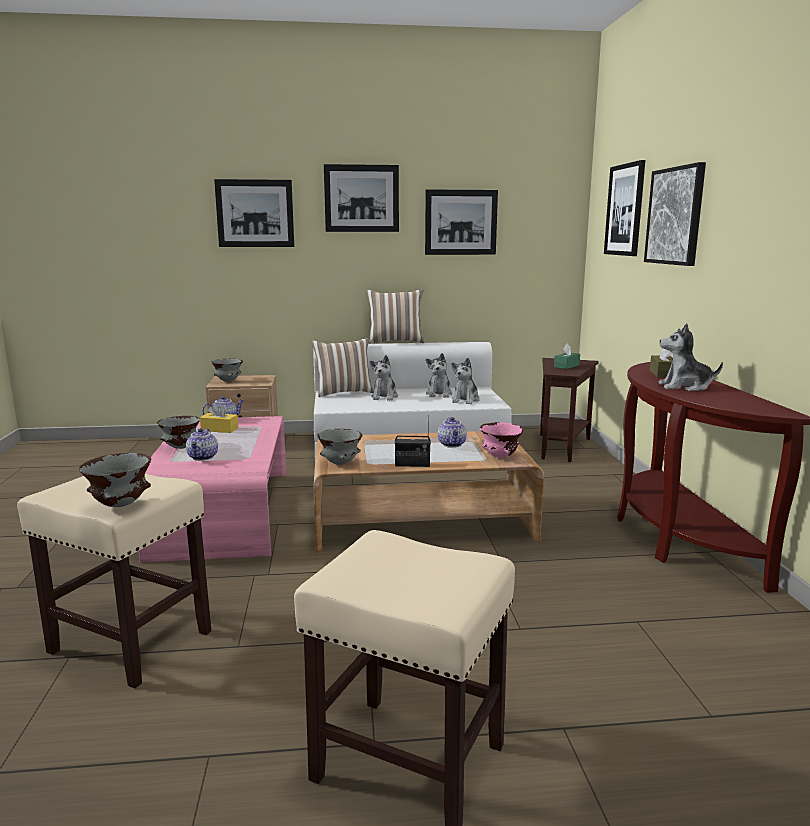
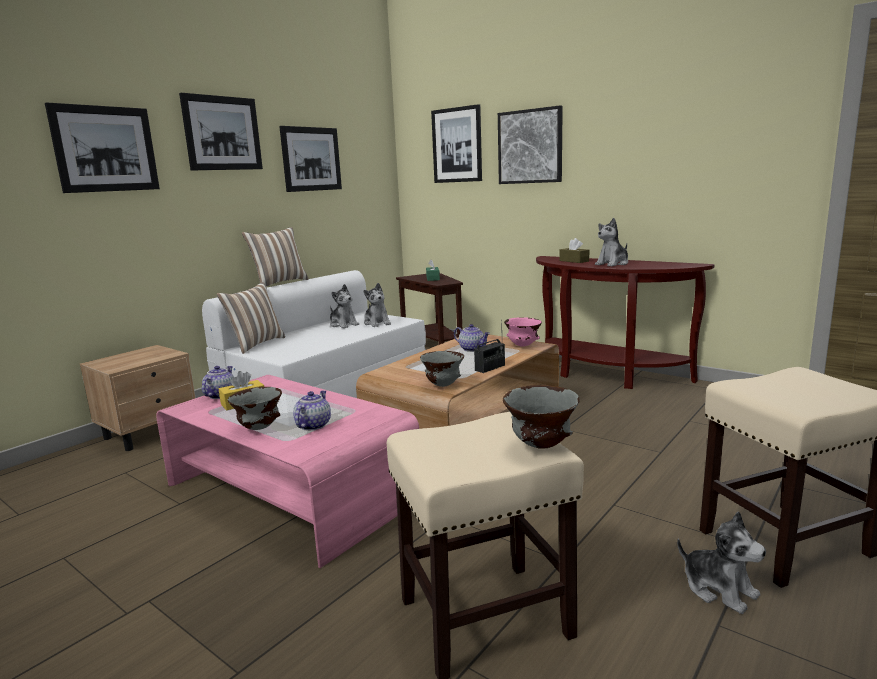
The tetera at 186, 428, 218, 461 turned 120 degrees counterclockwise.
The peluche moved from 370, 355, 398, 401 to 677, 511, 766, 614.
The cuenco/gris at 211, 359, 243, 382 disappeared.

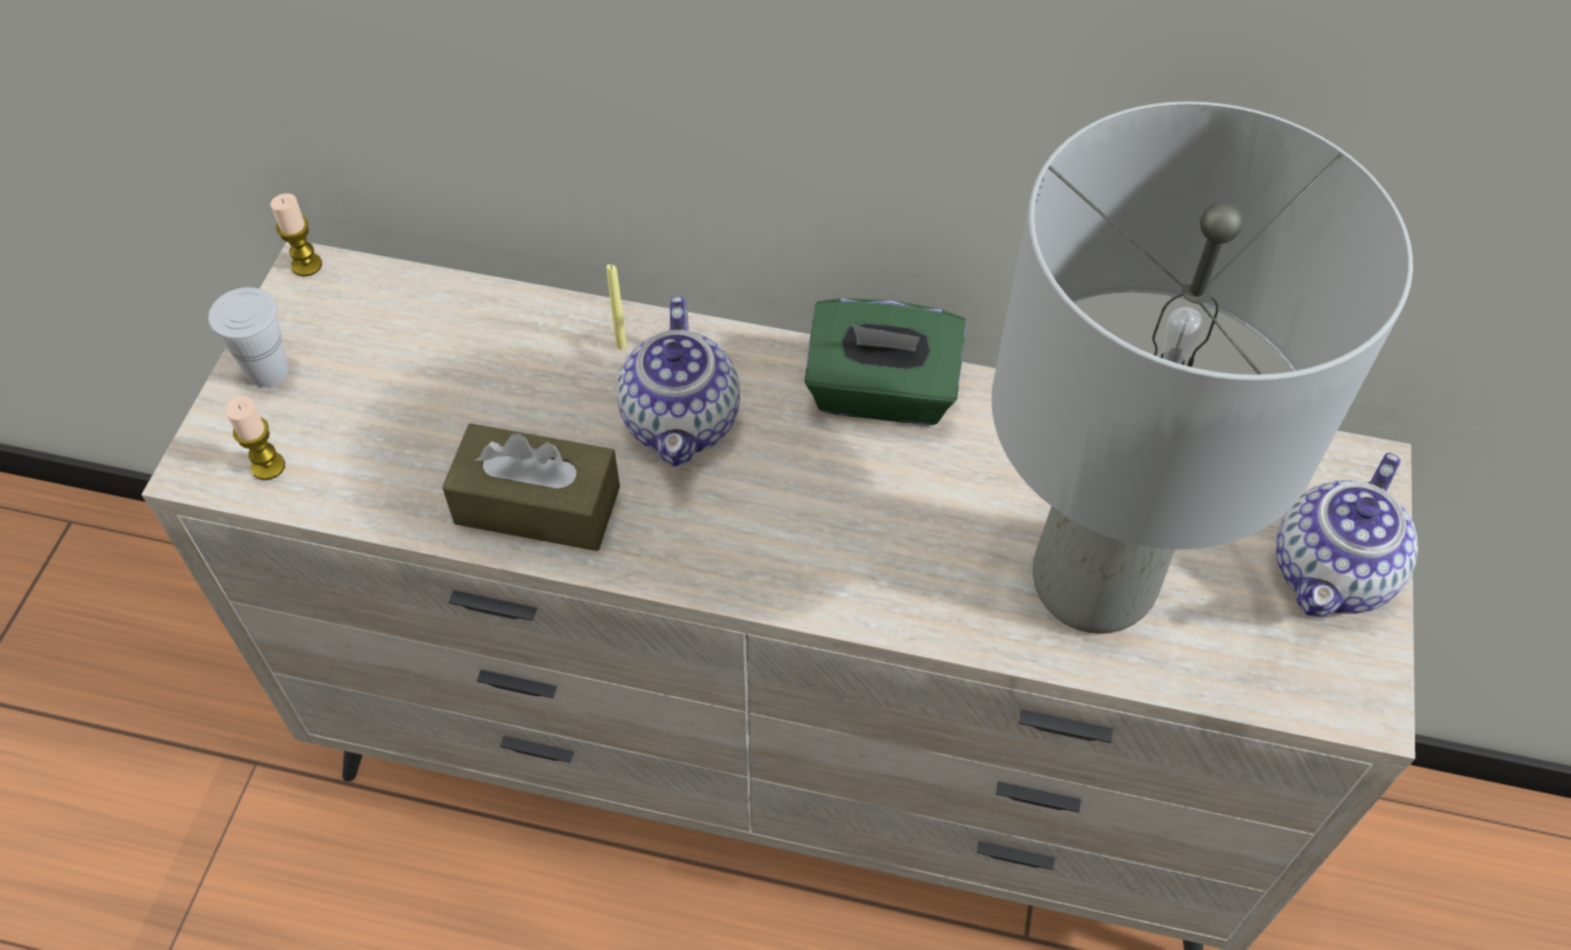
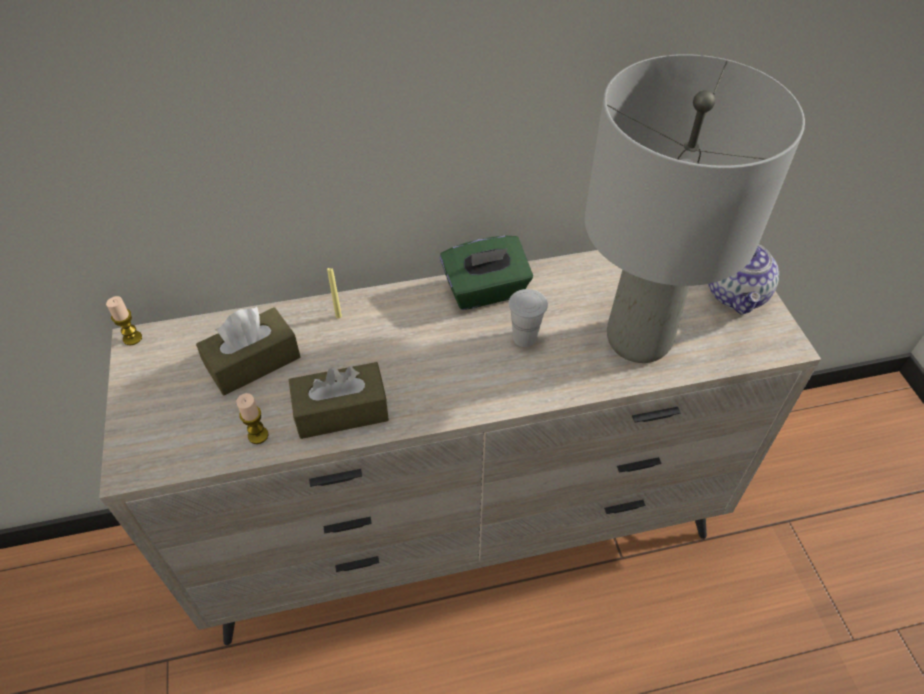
The caja de pañuelos/marrón at 196, 307, 301, 396 appeared.
The vela moved from 226, 395, 285, 480 to 237, 393, 268, 444.
The taza/blanco moved from 208, 287, 289, 387 to 509, 289, 548, 347.
The tetera at 617, 297, 740, 467 disappeared.

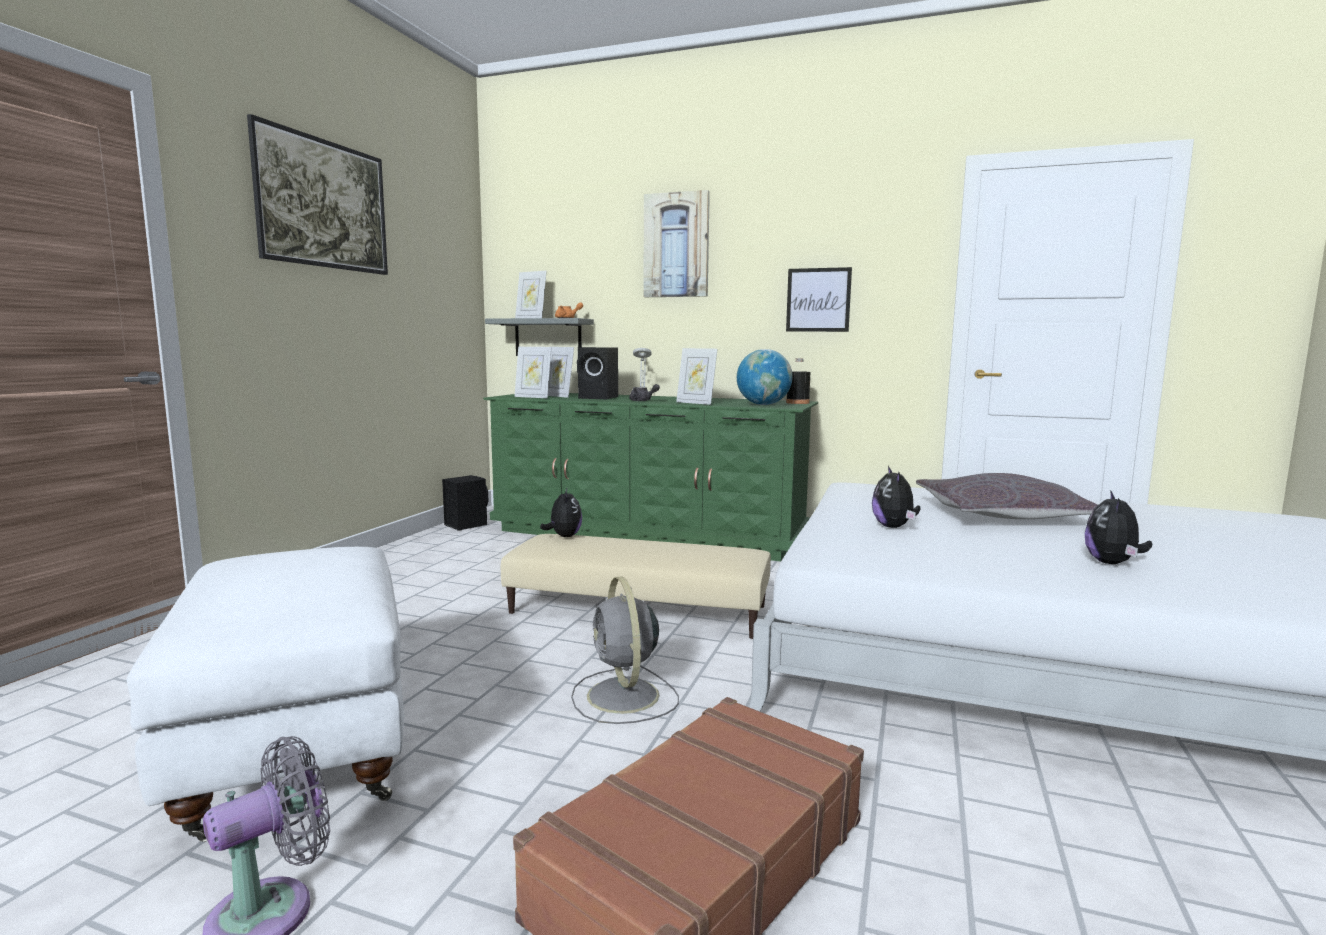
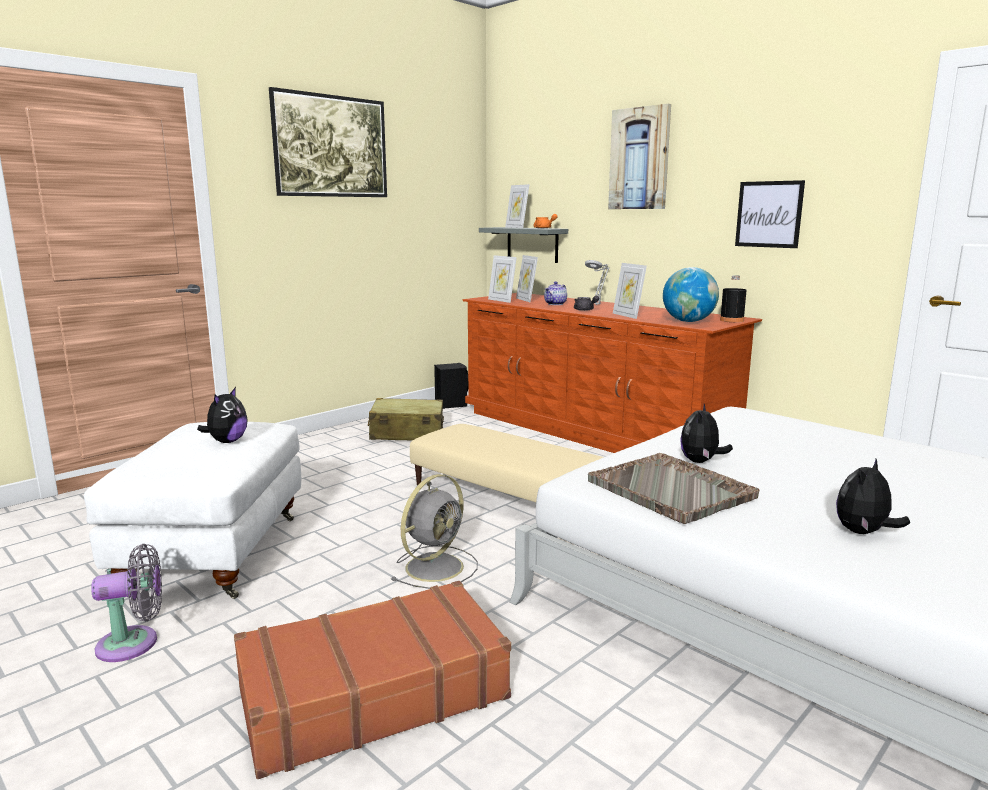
The peluche moved from 540, 488, 582, 537 to 197, 387, 248, 443.
The maleta/beis at 368, 398, 444, 440 appeared.
The ventilador/gris at 571, 576, 679, 724 turned 150 degrees counterclockwise.
The cómoda/verde at 483, 393, 818, 562 became the cómoda/marrón at 463, 293, 762, 453.
The altavoz/negro at 577, 347, 618, 399 was replaced by the tetera at 544, 281, 567, 305.
The bandeja/gris at 588, 453, 759, 524 appeared.
The cojín/gris at 916, 473, 1098, 519 disappeared.

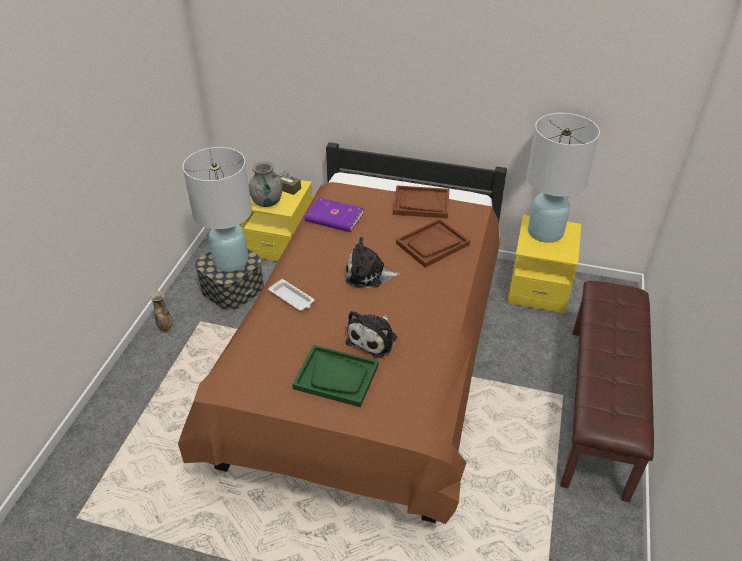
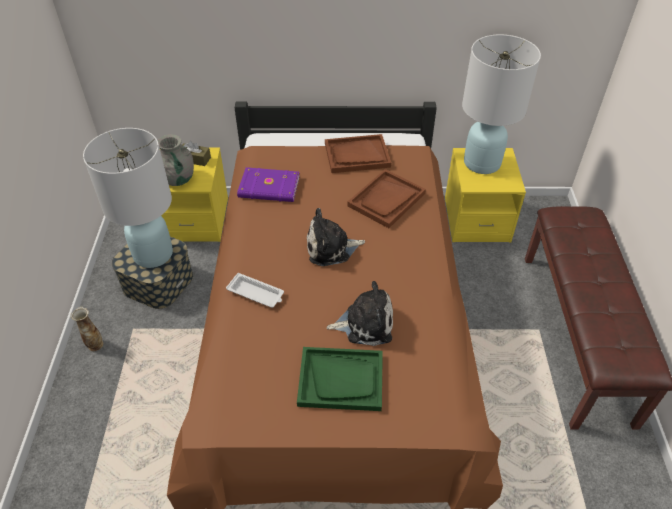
The peluche at 346, 311, 397, 358 turned 105 degrees counterclockwise.

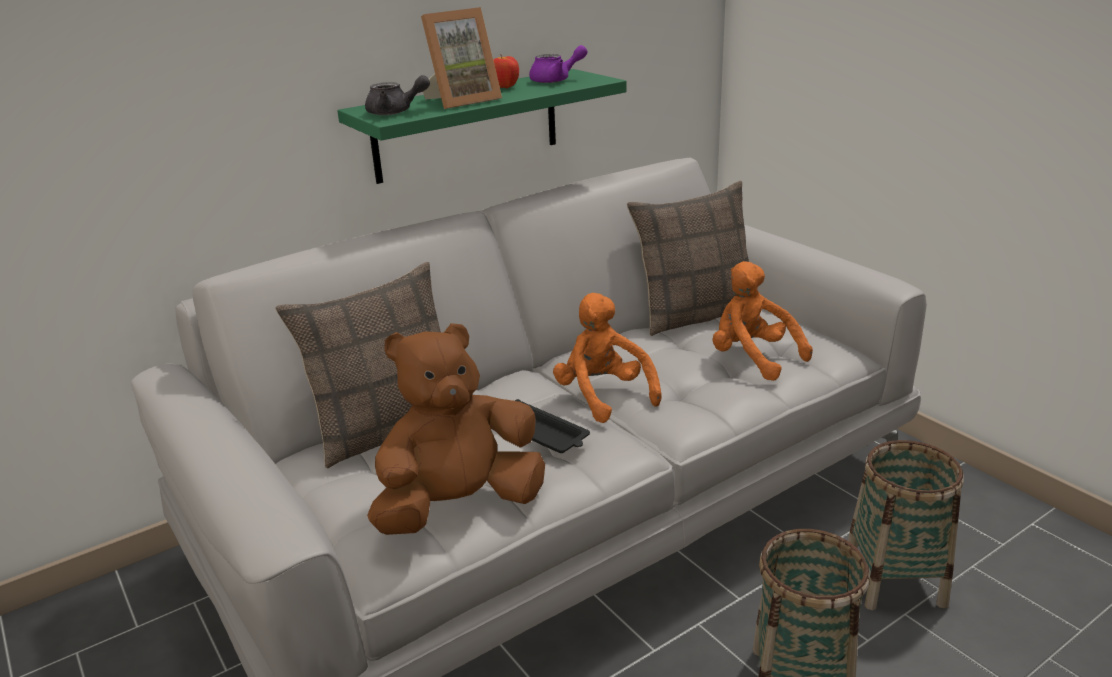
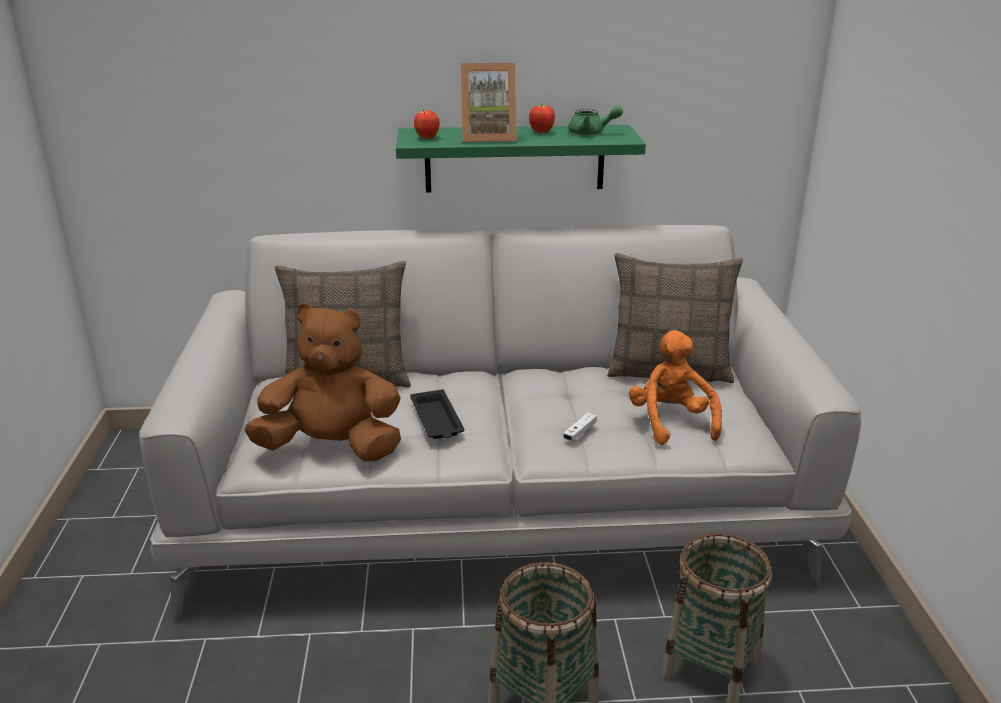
The tetera/gris at 365, 75, 430, 115 was replaced by the manzana at 414, 110, 440, 139.
The mando de consola/blanco at 563, 413, 597, 441 appeared.
The tetera/morado at 529, 45, 588, 83 became the tetera/verde at 568, 106, 623, 135.
The peluche/naranja at 553, 293, 662, 423 disappeared.

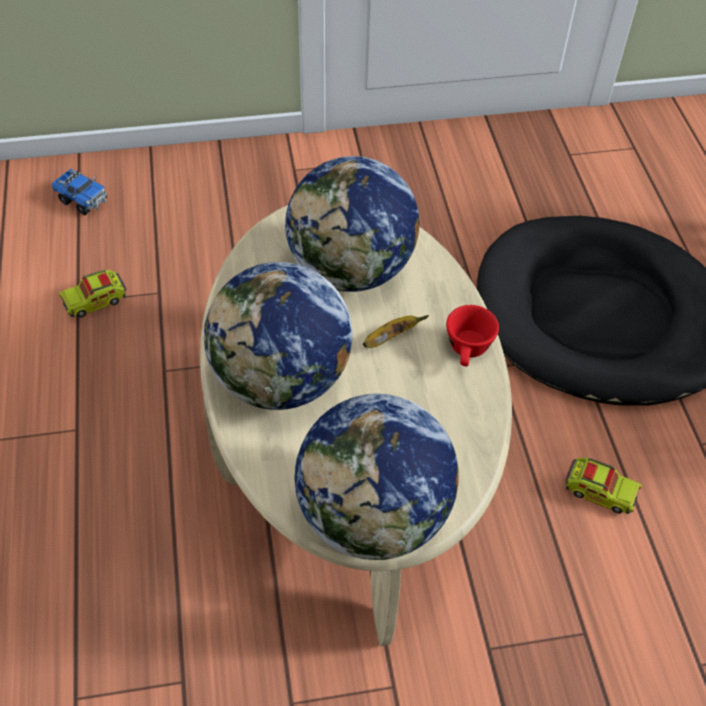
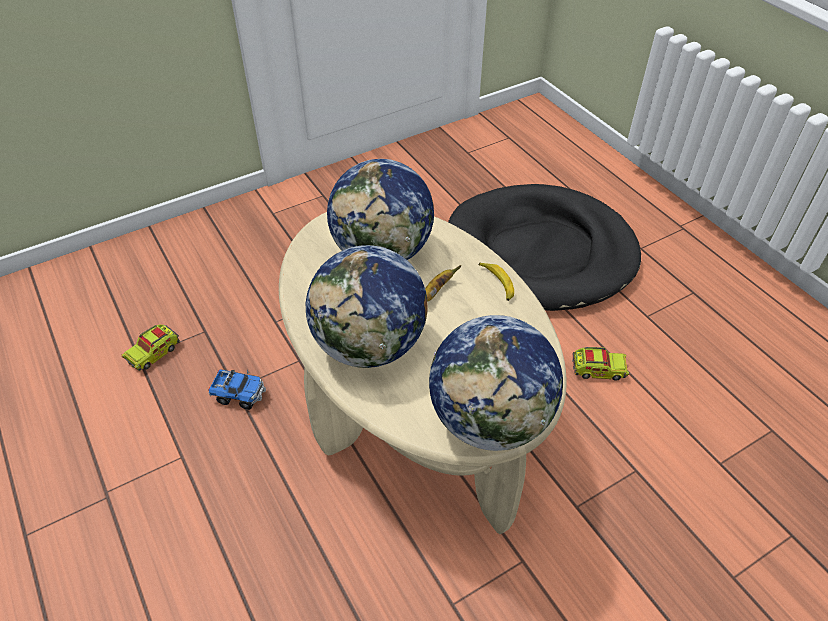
The camión de juguete moved from 52, 169, 107, 215 to 208, 369, 266, 410.
The taza/rojo at 446, 305, 499, 367 was replaced by the plátano at 479, 263, 514, 301.

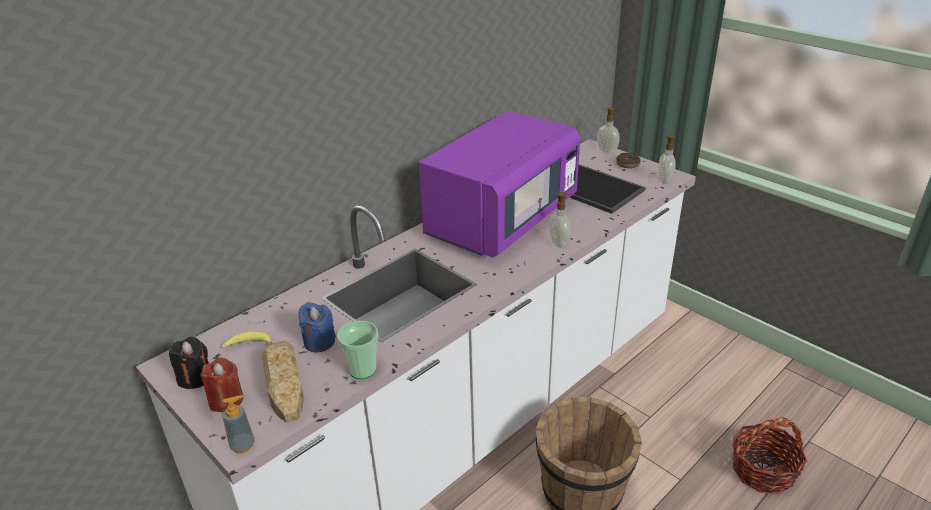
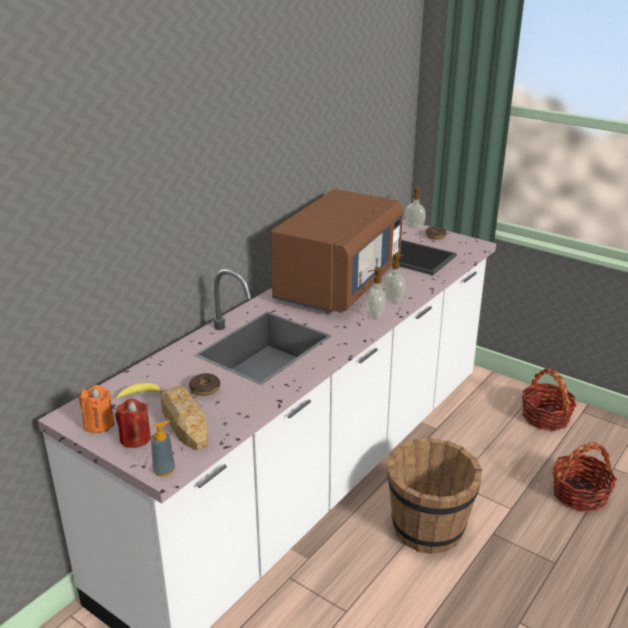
The vela/negro at 169, 337, 209, 389 became the vela/naranja at 79, 385, 114, 433.
The vela/azul at 299, 302, 336, 353 was replaced by the rosquilla at 189, 373, 220, 396.
The microondas/morado at 418, 111, 581, 258 became the microondas/marrón at 270, 189, 403, 313.
The dispensador de jabón moved from 658, 134, 676, 184 to 368, 267, 385, 319.
The cesta at 522, 368, 576, 431 appeared.
The taza at 337, 321, 378, 379 disappeared.

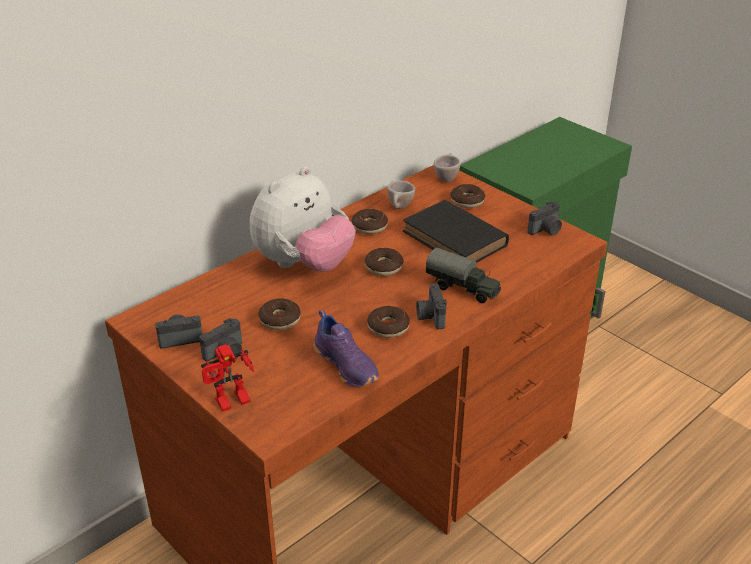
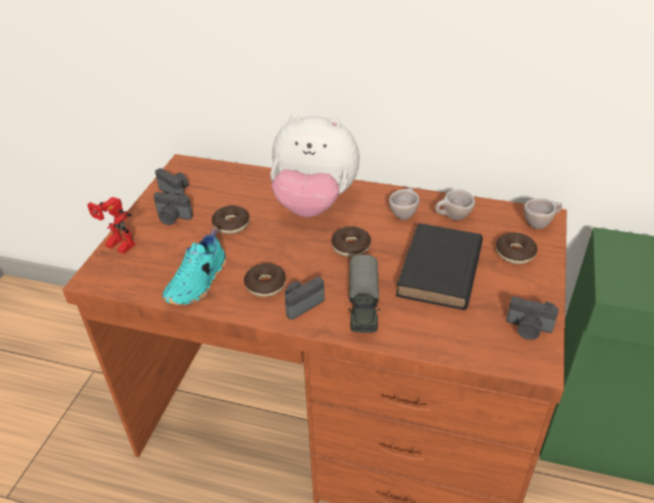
The zapato/morado at 313, 310, 379, 388 became the zapato/turquesa at 163, 229, 226, 305.
The rosquilla at 351, 209, 388, 234 was replaced by the taza/beis at 389, 187, 419, 220.

